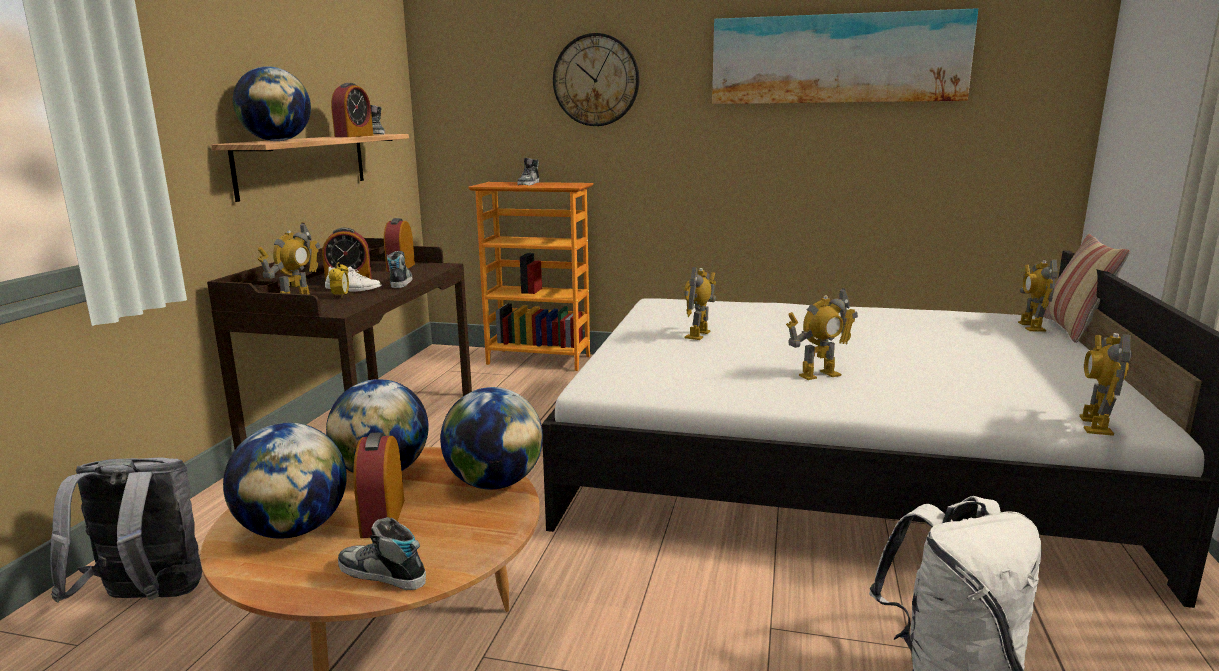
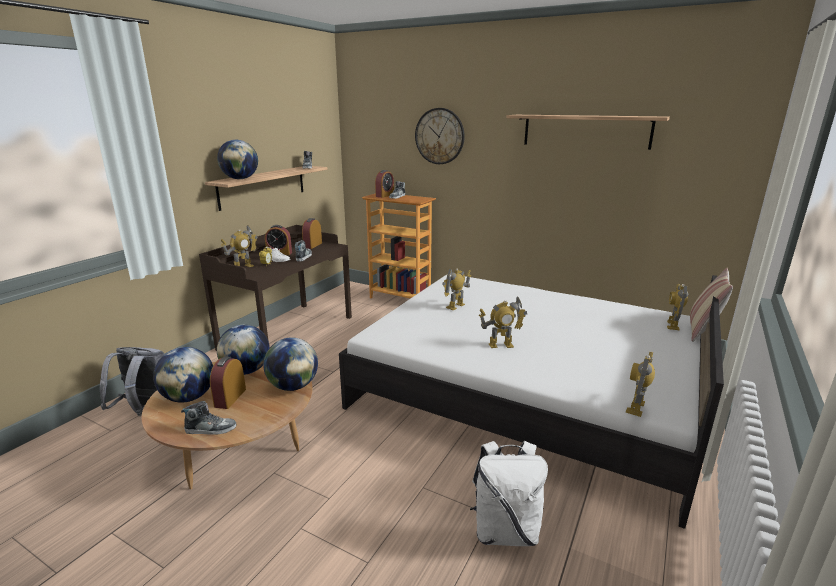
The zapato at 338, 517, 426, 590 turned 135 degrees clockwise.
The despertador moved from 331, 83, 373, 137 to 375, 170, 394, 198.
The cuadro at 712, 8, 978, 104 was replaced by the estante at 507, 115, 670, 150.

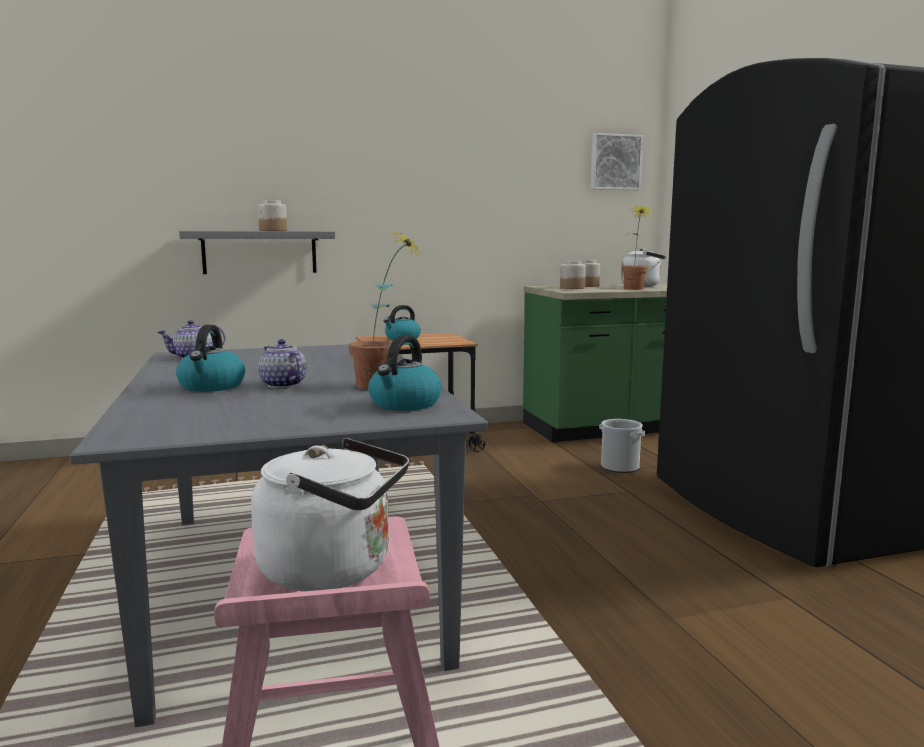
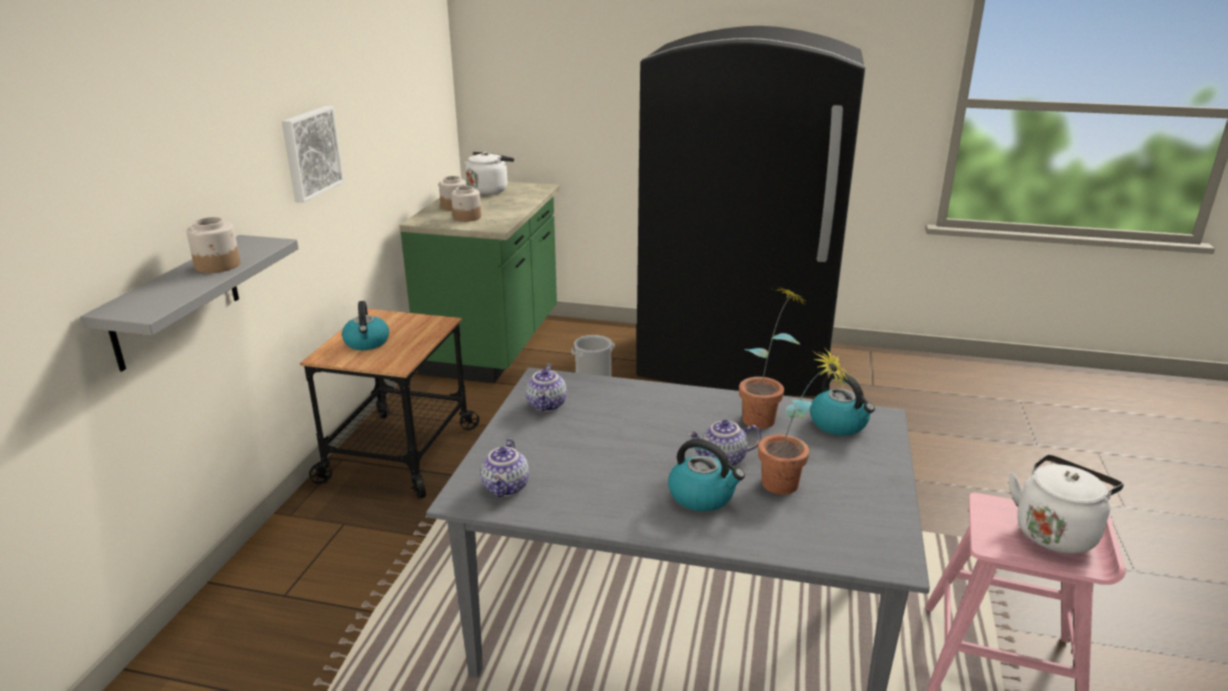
The cuadro moved from 591, 133, 643, 190 to 282, 106, 344, 203.
The tetera at 526, 364, 567, 412 appeared.
The planta en maceta moved from 621, 204, 652, 290 to 758, 347, 850, 495.

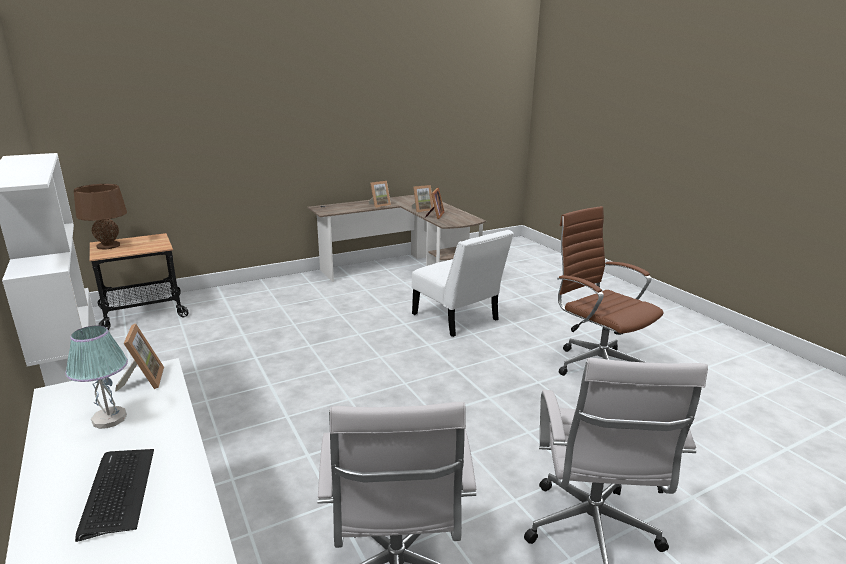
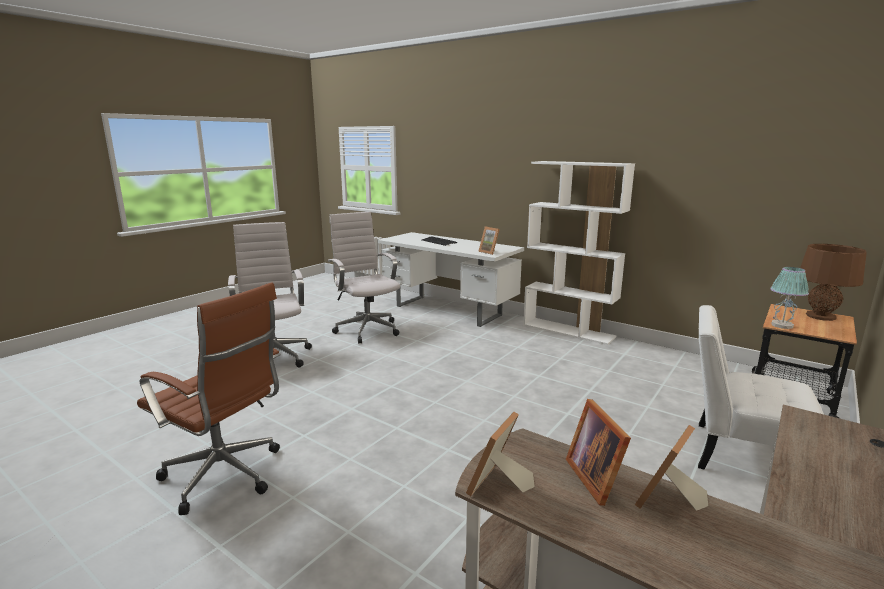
The portarretratos moved from 369, 181, 391, 208 to 466, 412, 535, 496.
The silla/blanco moved from 412, 230, 514, 337 to 698, 305, 824, 470.
The lámpara de mesa moved from 65, 325, 128, 429 to 770, 267, 809, 329.

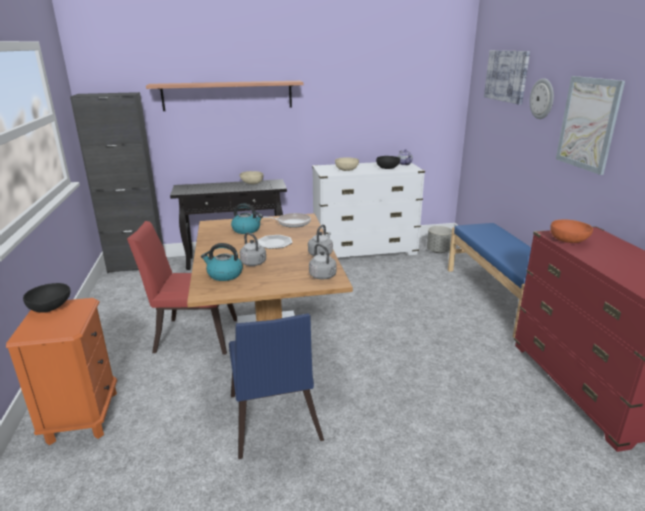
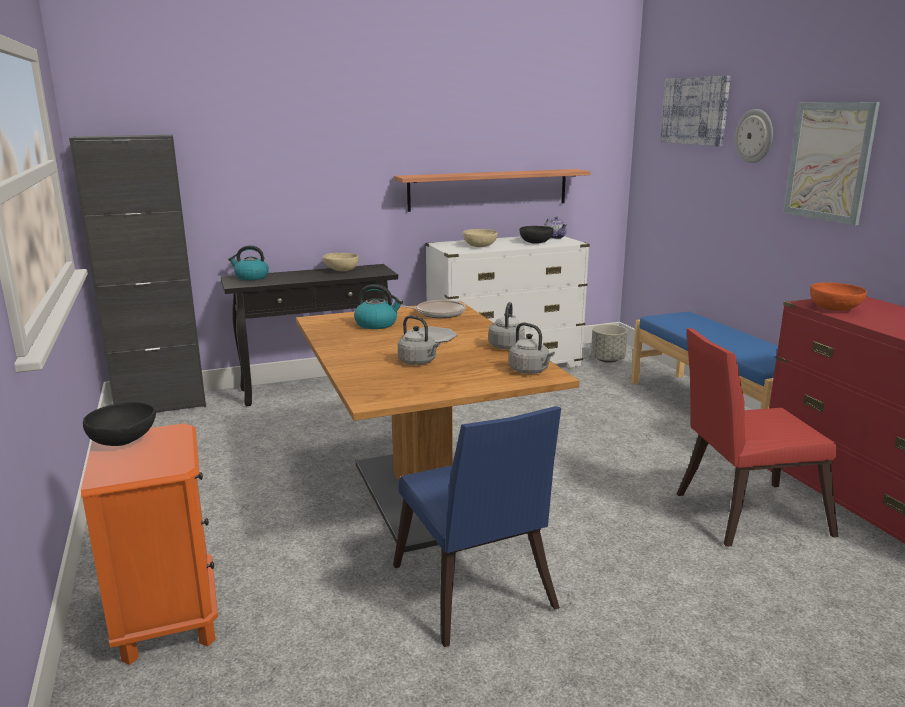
The hervidor moved from 201, 243, 243, 281 to 228, 245, 269, 280.
The estante moved from 146, 81, 304, 111 to 394, 169, 591, 212.
The silla/rojo moved from 127, 221, 237, 354 to 677, 328, 839, 547.

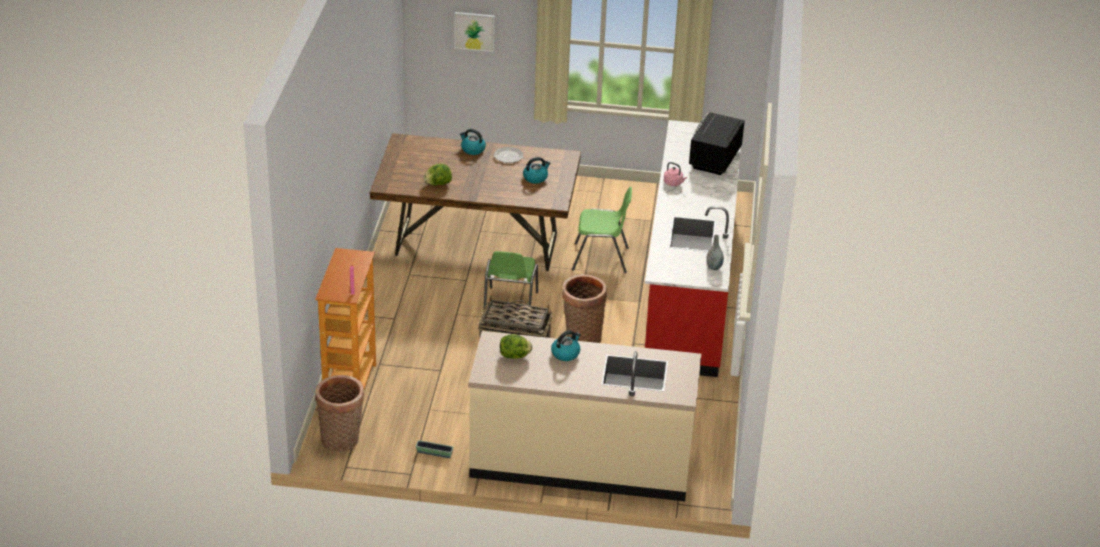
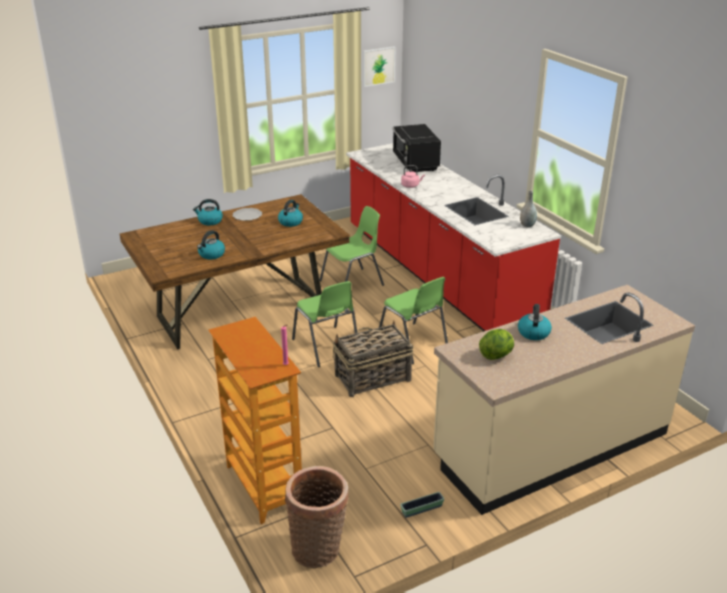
The lechuga at 423, 164, 452, 185 was replaced by the hervidor at 197, 230, 225, 259.
The cuadro moved from 455, 12, 495, 52 to 363, 46, 395, 87.
The cesta at 562, 274, 607, 343 was replaced by the silla/verde at 379, 277, 448, 364.

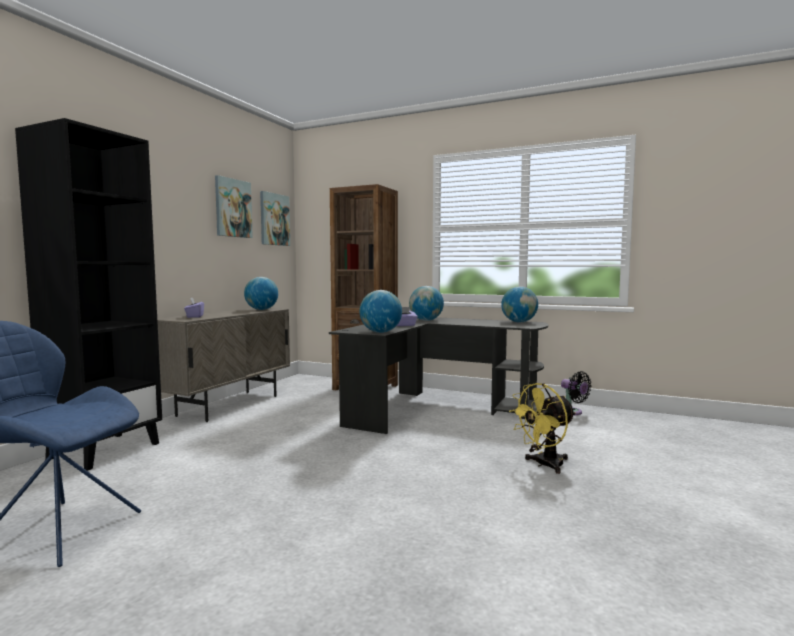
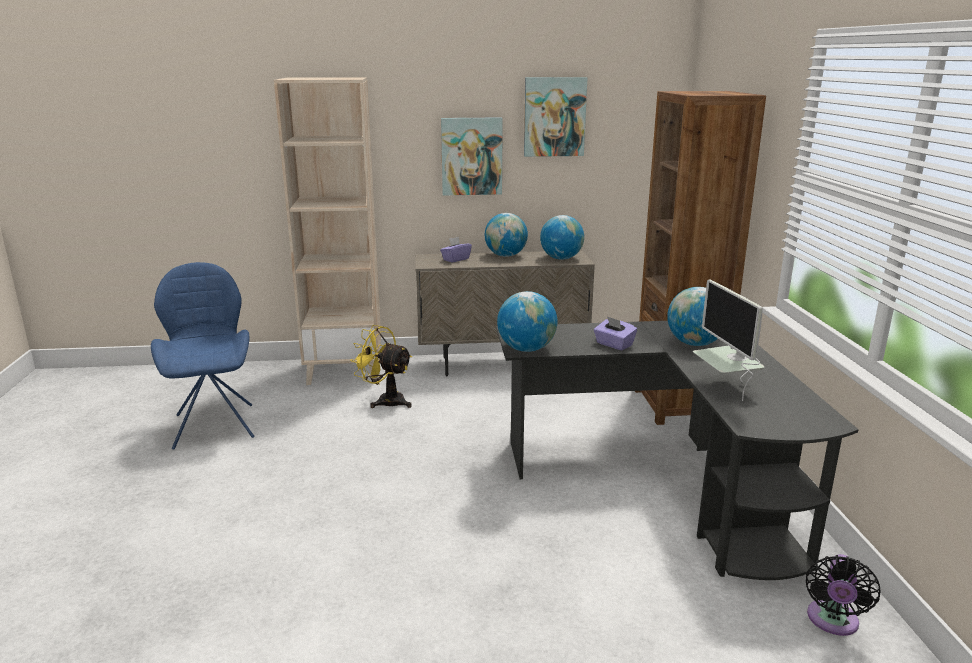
The estantería/negro at 15, 118, 162, 471 became the estantería/beis at 274, 77, 381, 385.
The ventilador/amarillo moved from 509, 383, 576, 474 to 350, 325, 412, 408.
The cuadro moved from 260, 191, 290, 246 to 441, 117, 503, 195.
The globo terráqueo moved from 501, 286, 538, 323 to 485, 213, 528, 257.
The monitor at 693, 279, 765, 401 appeared.

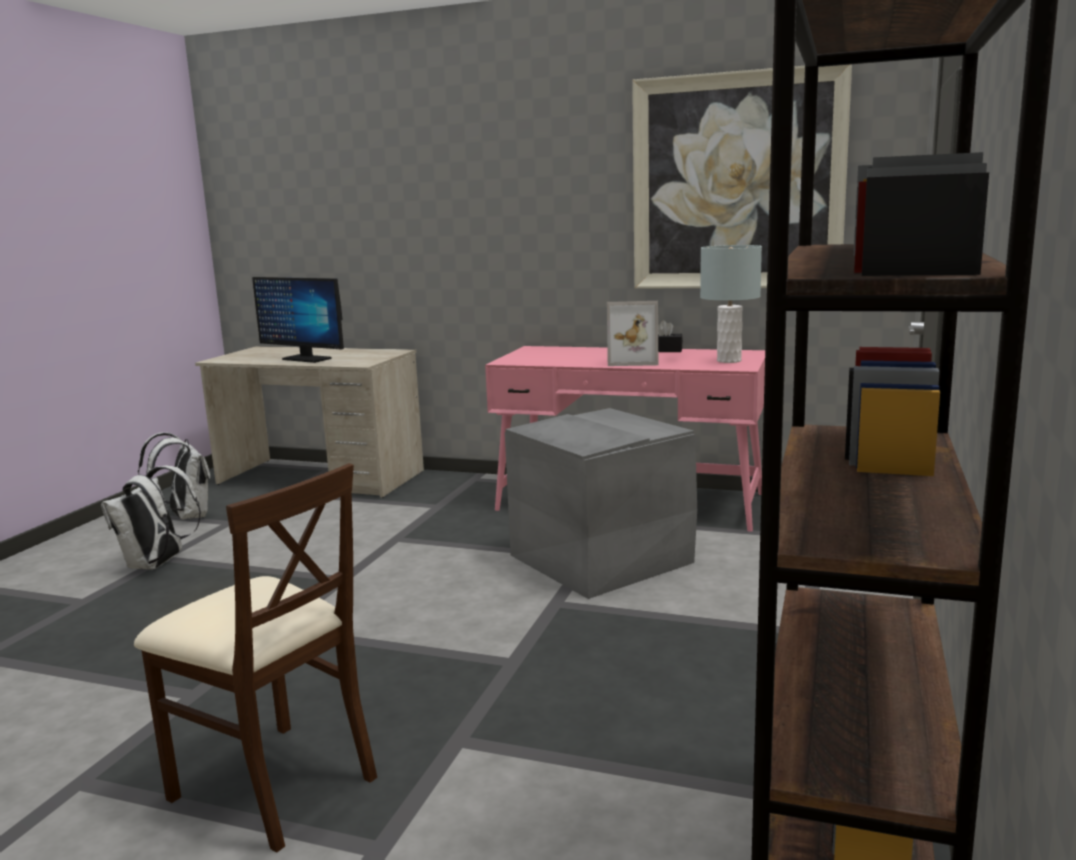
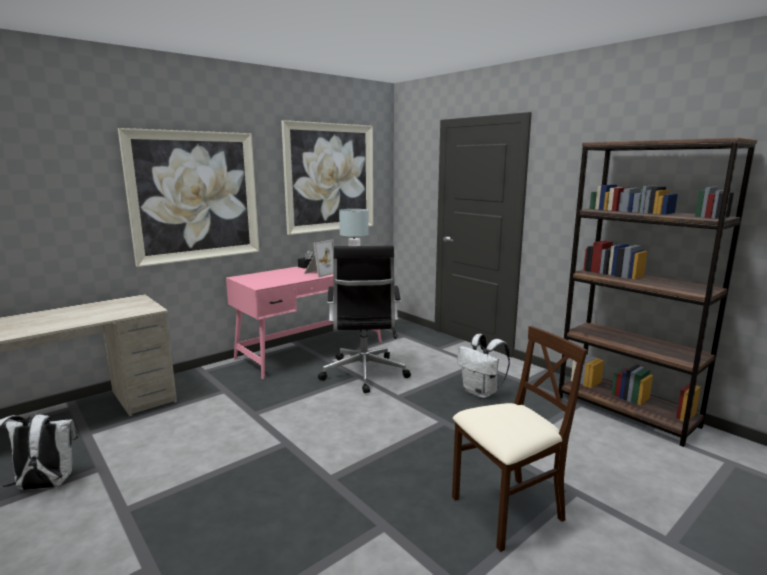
The cuadro at 118, 128, 259, 267 appeared.
The caja de almacenaje/gris at 505, 408, 697, 599 was replaced by the silla de oficina/negro at 318, 245, 411, 393.
The mochila/blanco moved from 101, 466, 201, 570 to 457, 334, 510, 398.
The monitor at 252, 277, 344, 363 disappeared.

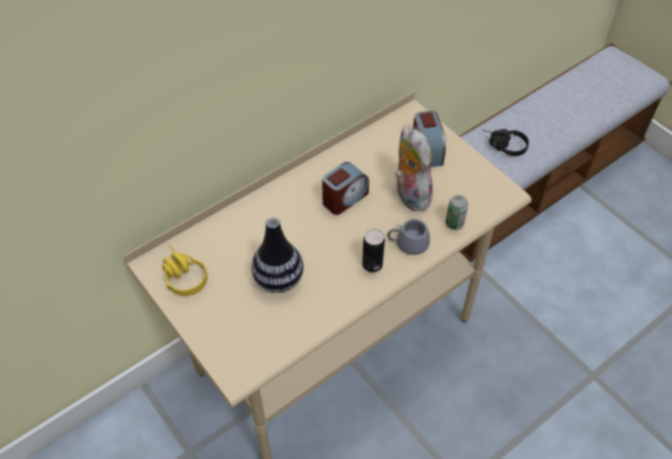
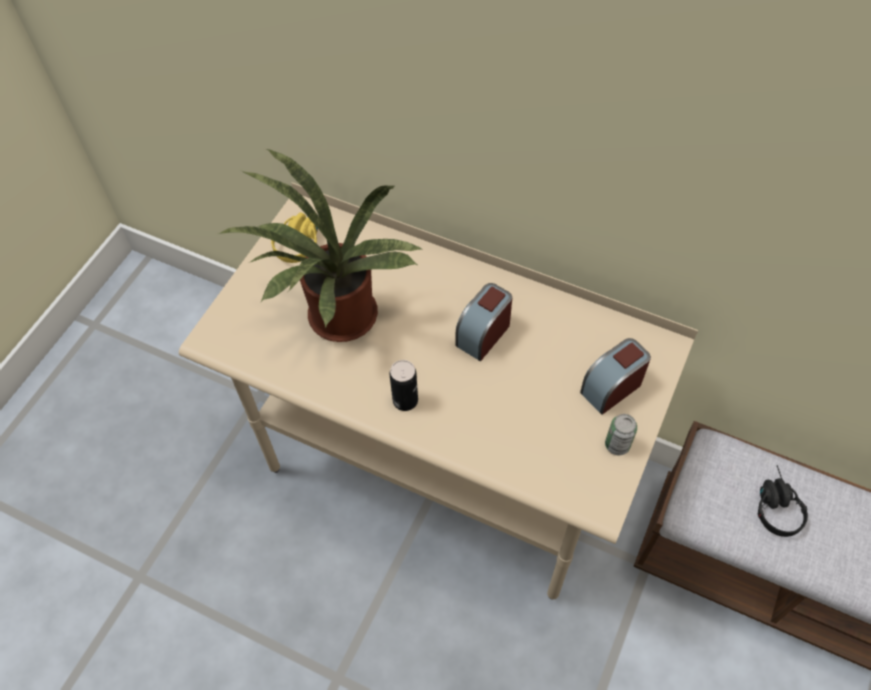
The florero at 252, 217, 303, 293 was replaced by the planta en maceta at 216, 149, 422, 342.
The despertador at 322, 162, 369, 215 turned 105 degrees clockwise.
The lata moved from 445, 195, 468, 230 to 605, 414, 637, 455.
The taza grande/gris at 387, 219, 430, 255 disappeared.
The peluche at 395, 127, 435, 211 disappeared.

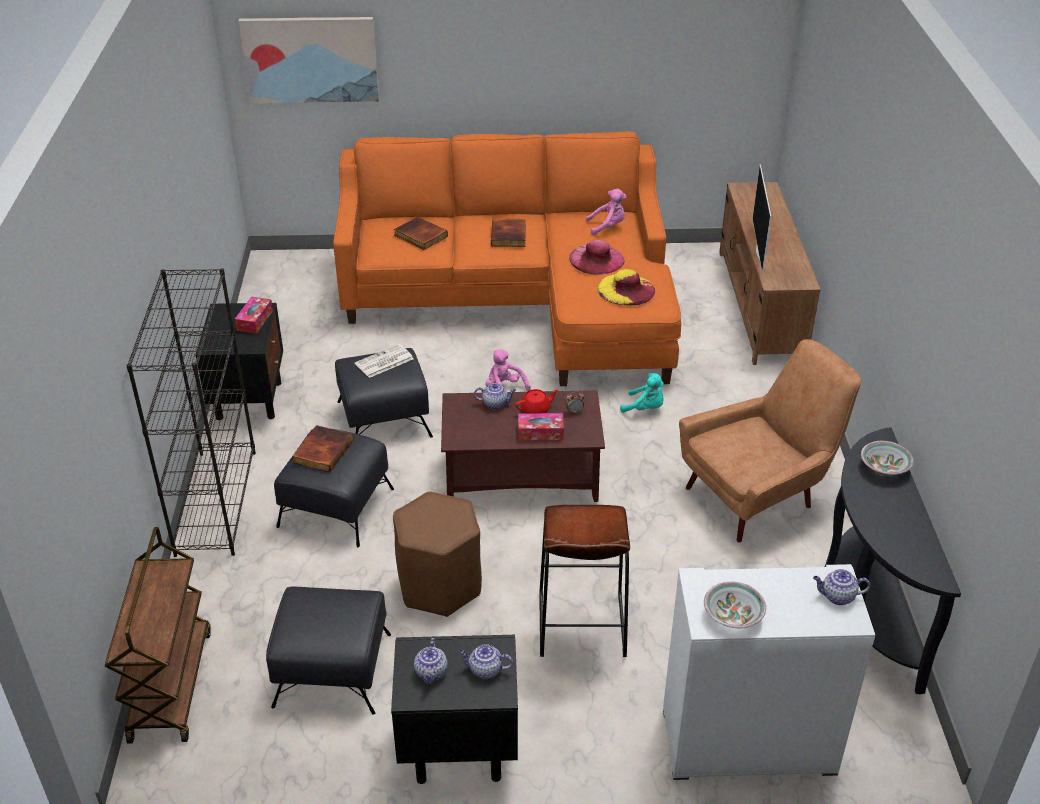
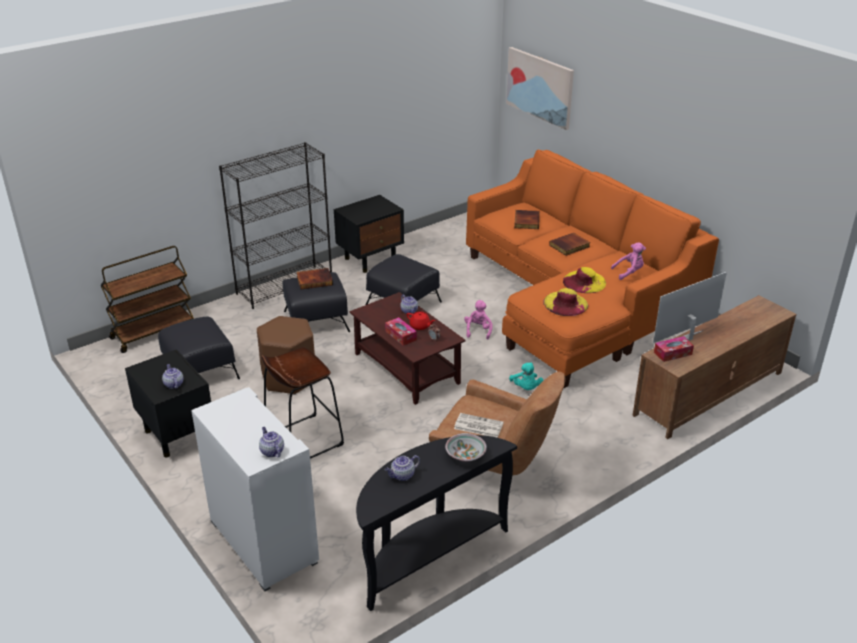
The tetera moved from 414, 638, 448, 684 to 385, 455, 420, 481.
The periódico moved from 355, 344, 414, 378 to 454, 413, 504, 438.
The sombrero/rosa at 569, 240, 625, 275 became the sombrero/amarillo at 563, 267, 606, 293.
The peluche/rosa at 586, 189, 626, 235 turned 60 degrees counterclockwise.
The caja de pañuelos moved from 235, 297, 273, 334 to 654, 336, 694, 362.
The cuenco at 704, 582, 766, 628 disappeared.

